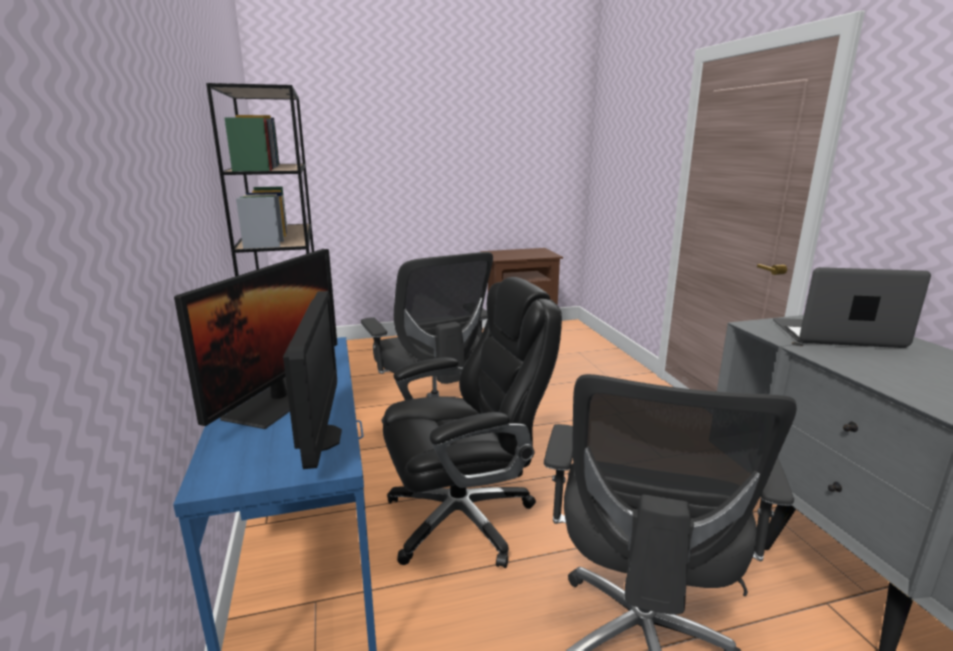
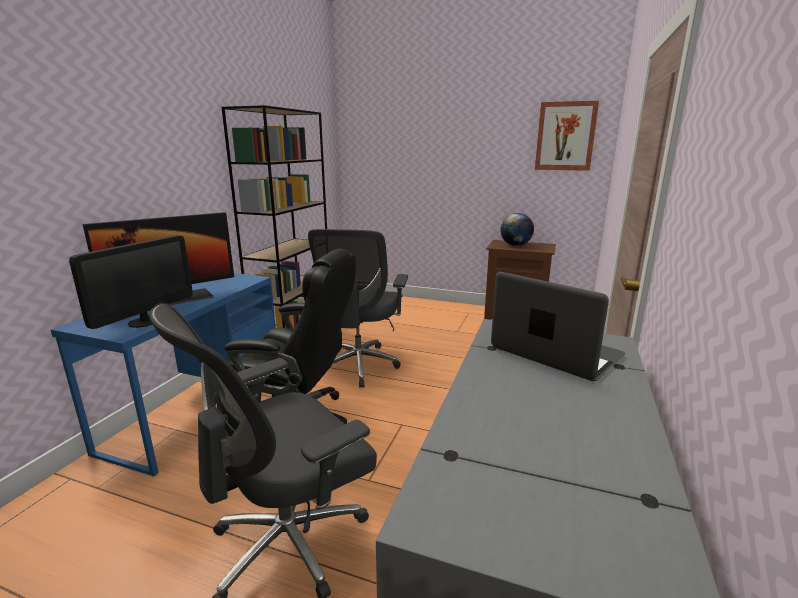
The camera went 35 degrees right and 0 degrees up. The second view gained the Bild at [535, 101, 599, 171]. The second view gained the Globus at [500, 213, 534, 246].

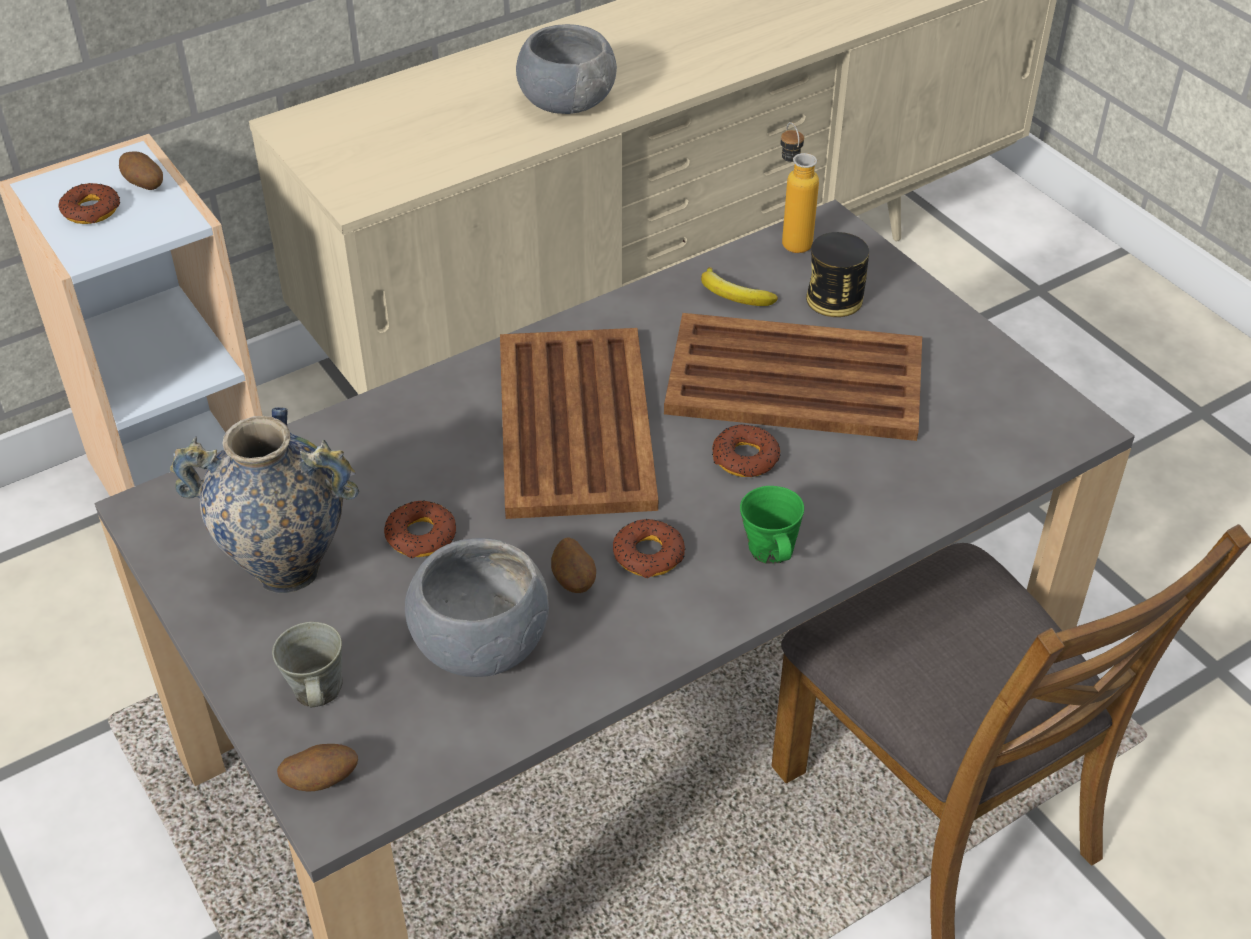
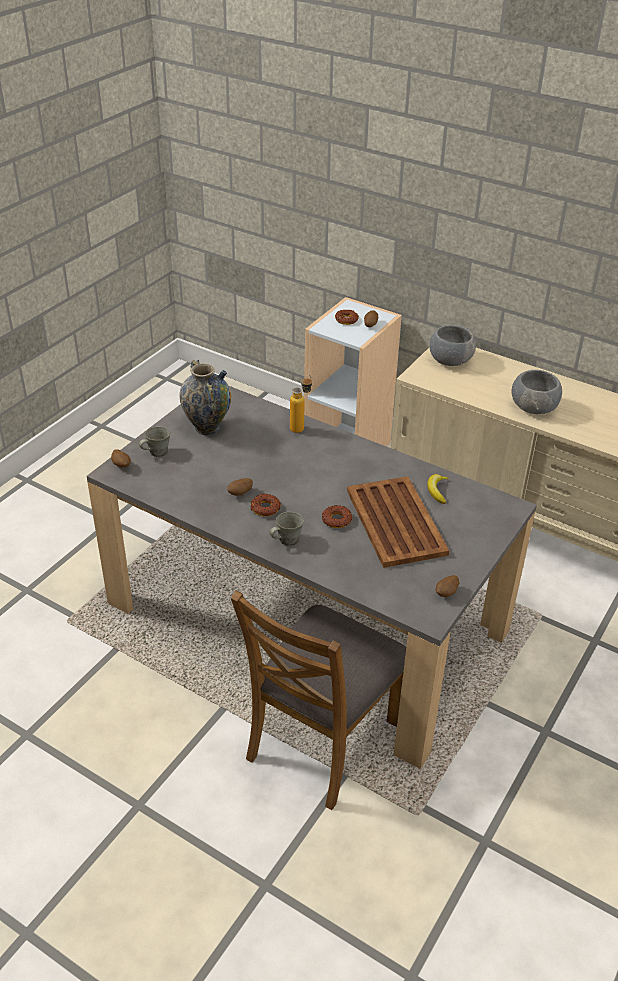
The camera went 65 degrees right and 5 degrees down. The Flasche ended up elsewhere, having gone from [781, 122, 819, 253] to [290, 375, 312, 433]. The second view lost the Dose at [806, 232, 869, 317]. The second view lost the Tablett (braun) at [500, 328, 658, 519]. What was the Henkelbecher (grün) at [740, 486, 804, 564] turned into the Henkelbecher (grau) at [269, 512, 304, 546]. The second view lost the Donut at [384, 500, 456, 558]. The Schüssel (grau) ended up elsewhere, having gone from [405, 538, 549, 677] to [429, 325, 476, 366]. The second view gained the Kartoffel at [436, 575, 459, 597].

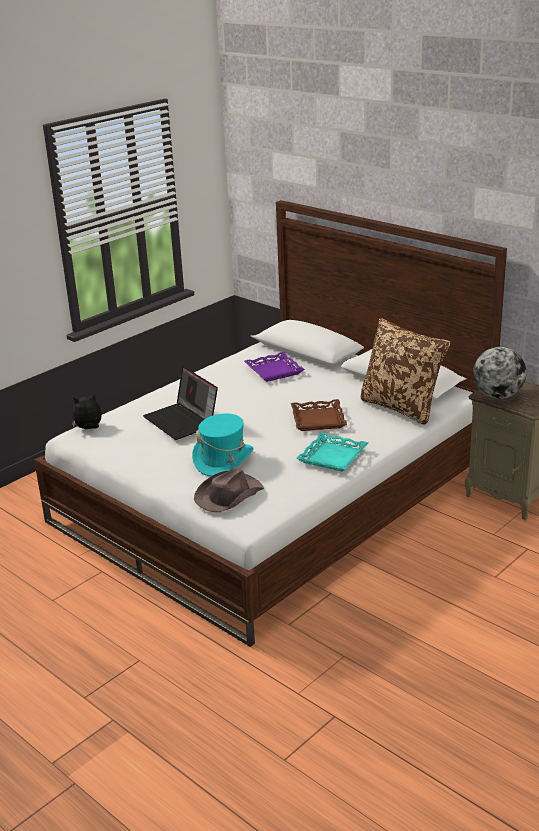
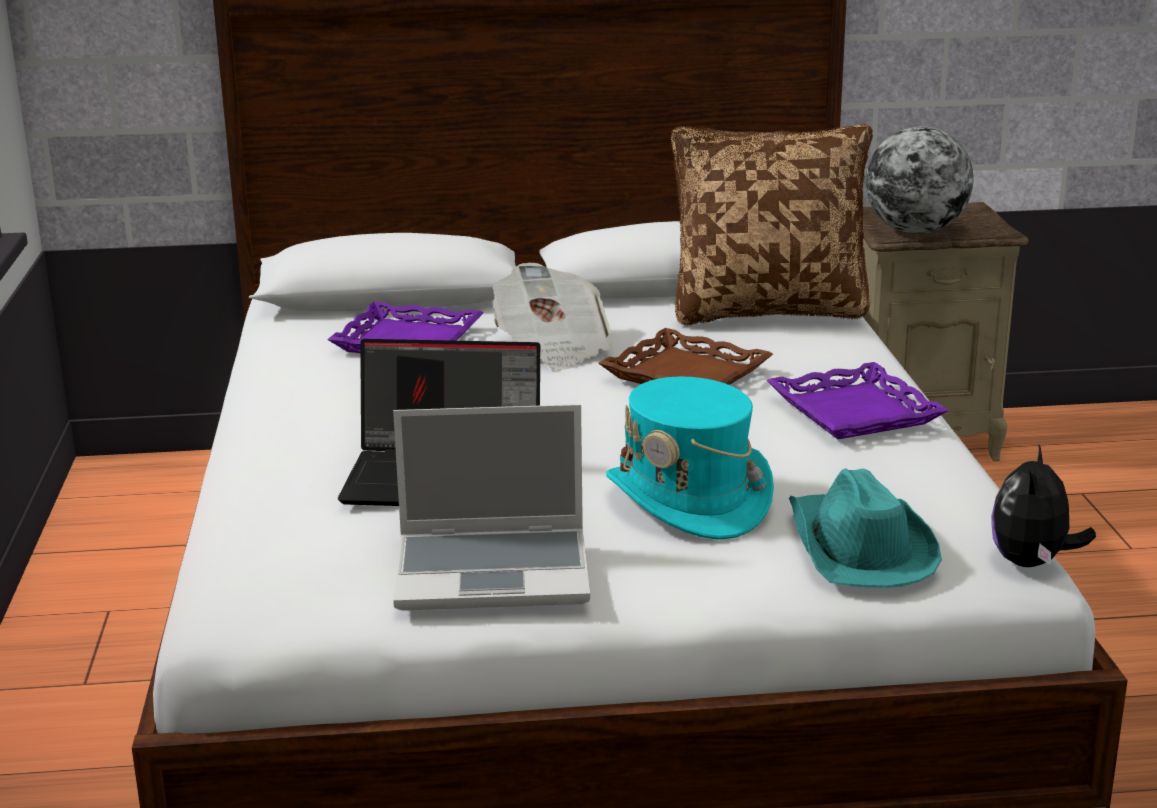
The camera went 50 degrees left and 5 degrees down. The Plüschtier ended up elsewhere, having gone from [72, 393, 102, 429] to [991, 445, 1096, 567]. What was the Tablett (türkis) at [296, 432, 368, 472] turned into the Tablett (lila) at [766, 362, 949, 439]. What was the Hut (braun) at [194, 467, 264, 512] turned into the Hut (türkis) at [789, 468, 942, 588]. The second view gained the Zeitung at [493, 263, 612, 371]. The second view gained the Laptop at [393, 404, 590, 611].

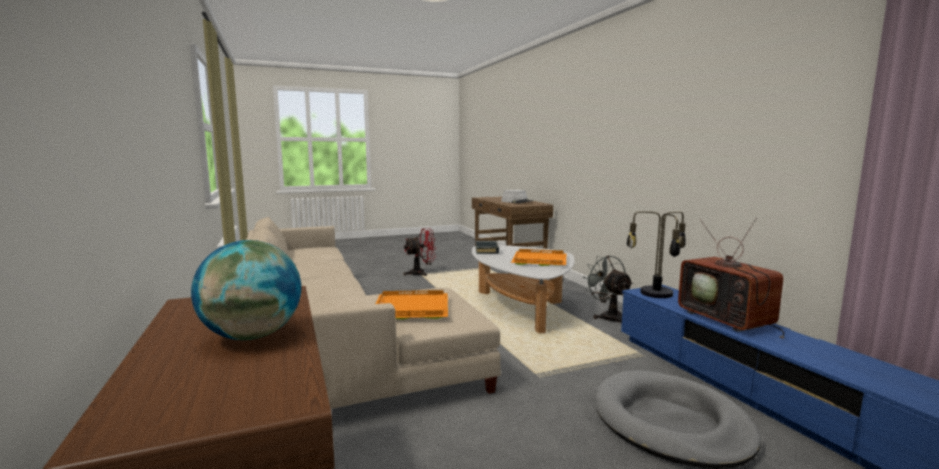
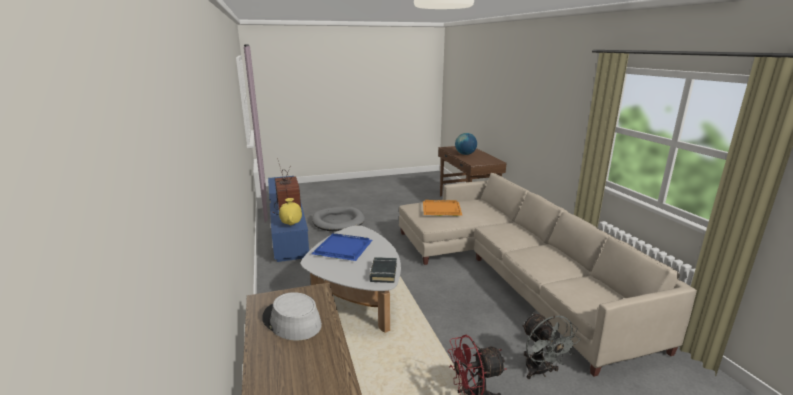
The camera went 175 degrees left and 10 degrees up. Where the Tischlampe stood at [627, 211, 686, 298], the Vase (gelb) came to stand at [279, 198, 302, 225]. What was the Tablett (orange) at [511, 249, 566, 266] turned into the Tablett (blau) at [312, 233, 373, 261]. The Ventilator (grau) ended up elsewhere, having gone from [583, 255, 633, 323] to [522, 312, 580, 379].

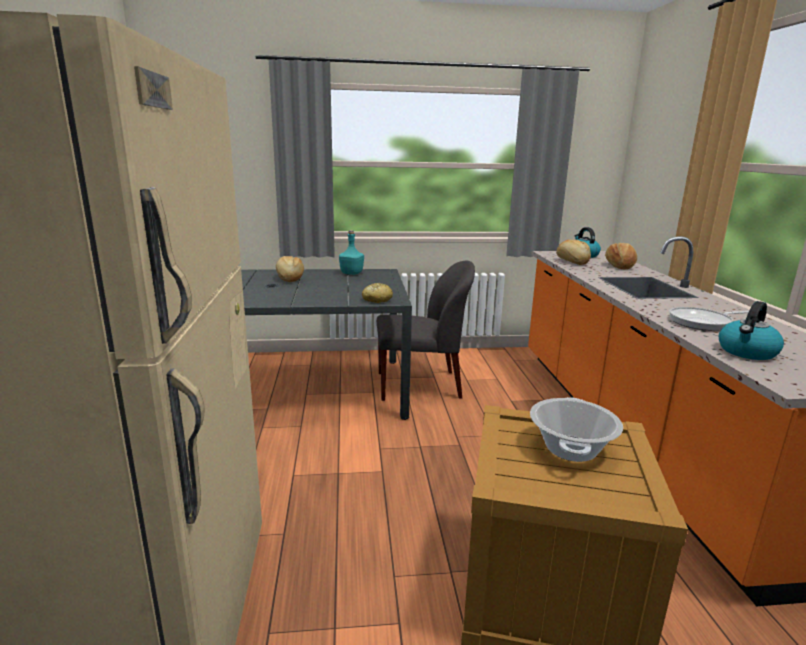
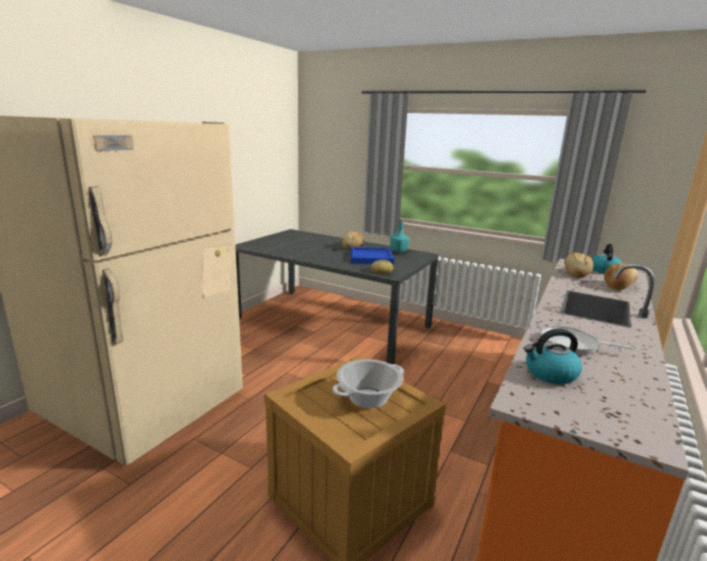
The camera went 35 degrees right and 0 degrees up. The second view lost the Stuhl (grau) at [377, 261, 475, 401]. The second view gained the Tablett (blau) at [350, 247, 394, 265].

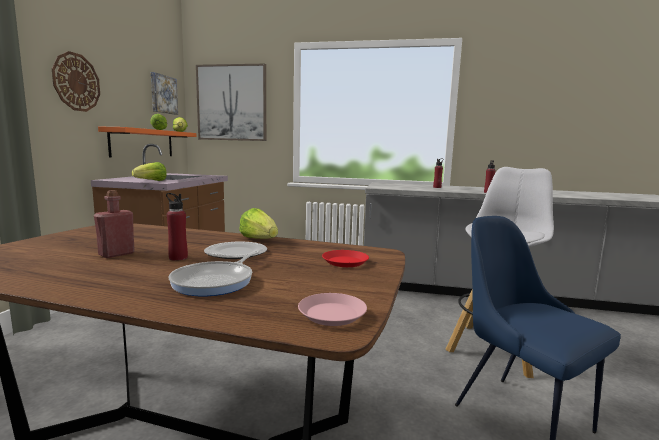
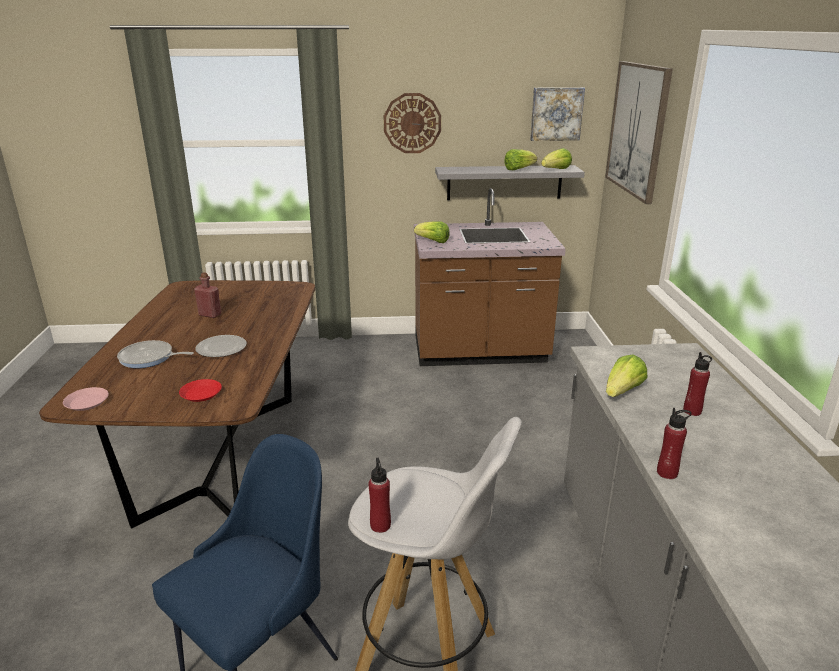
The camera went 75 degrees right and 15 degrees up. What was the Wandregal (orange) at [98, 127, 197, 157] turned into the Wandregal (grau) at [435, 165, 585, 200]. The Flasche (rot) ended up elsewhere, having gone from [166, 193, 188, 261] to [369, 458, 391, 533]. The Salatkopf ended up elsewhere, having gone from [239, 208, 278, 239] to [606, 354, 647, 397].

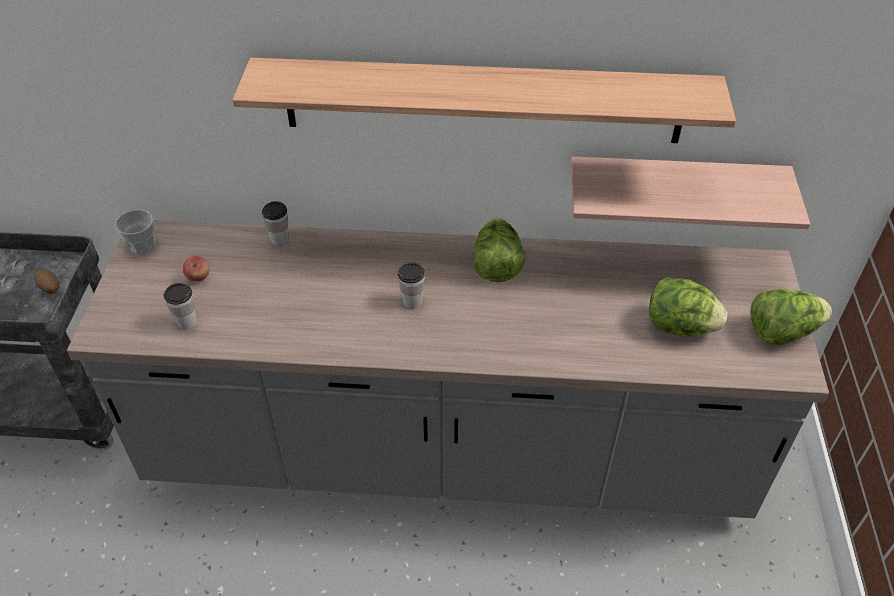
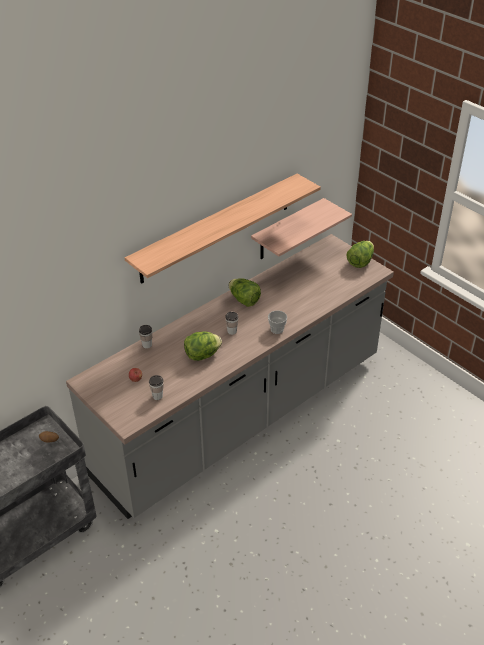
The camera went 45 degrees left and 5 degrees down. The Tasse ended up elsewhere, having gone from [115, 210, 155, 254] to [268, 310, 287, 334]. The Salatkopf ended up elsewhere, having gone from [649, 277, 727, 337] to [184, 331, 222, 361].

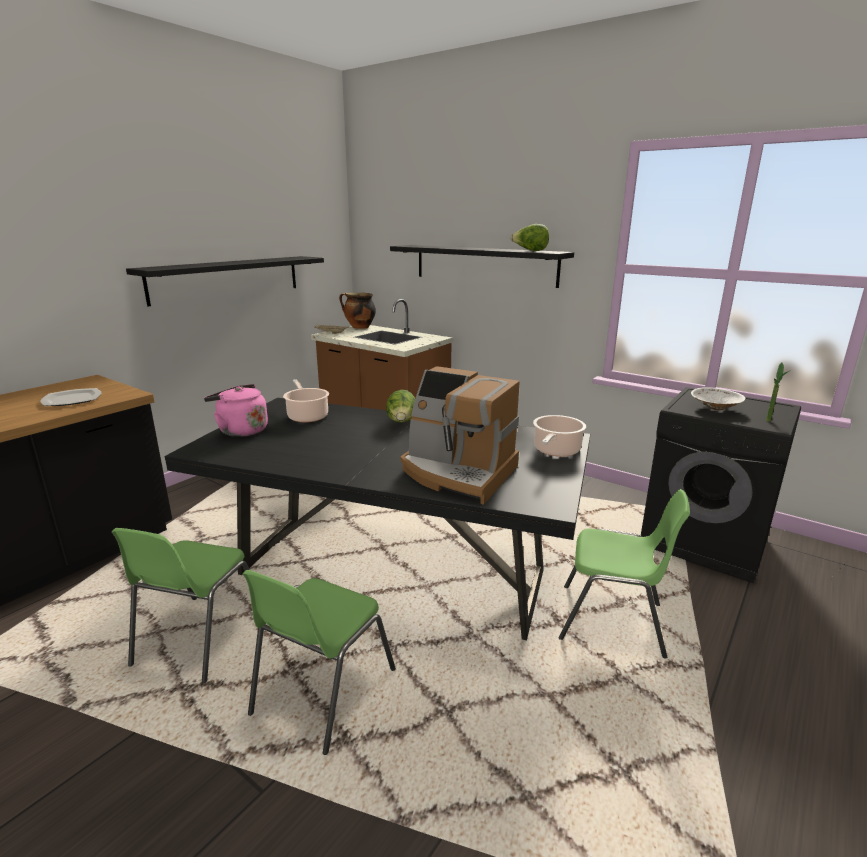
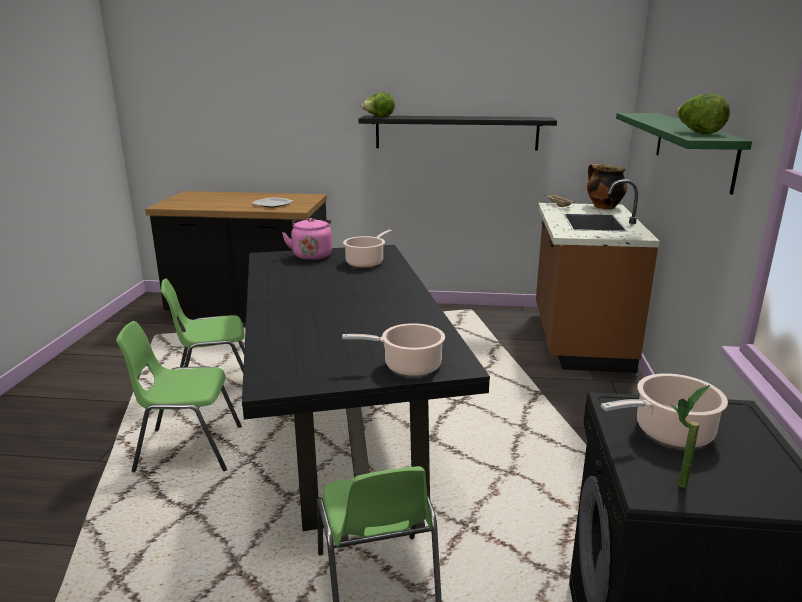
The camera went 60 degrees right and 0 degrees up. What was the Wandregal (schwarz) at [390, 245, 574, 288] turned into the Wandregal (grün) at [616, 113, 752, 195]. The second view lost the Kaffeemaschine at [400, 366, 520, 505]. Where the Schüssel (weiß) stood at [691, 387, 746, 410], the Kochtopf came to stand at [601, 373, 728, 448]. The Salatkopf ended up elsewhere, having gone from [386, 390, 415, 423] to [361, 92, 395, 117].

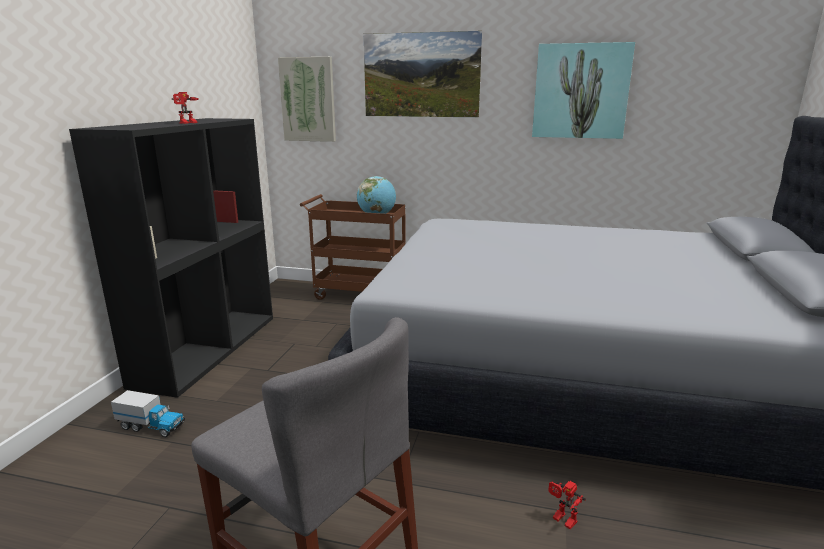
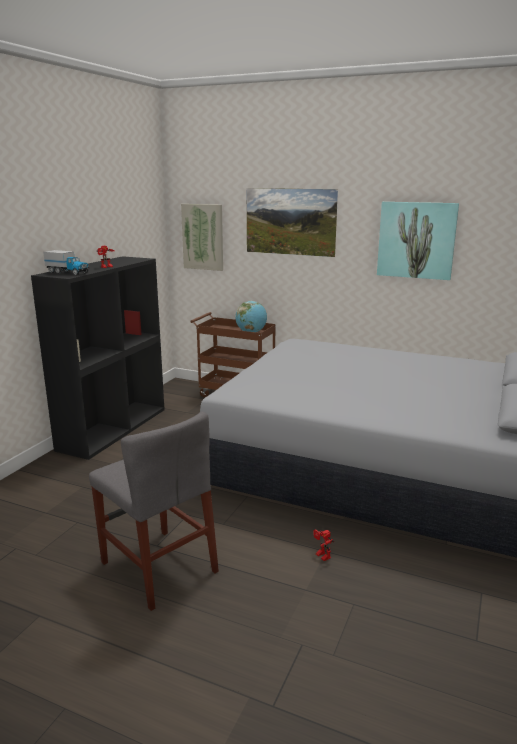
The camera went 10 degrees right and 0 degrees up. The Spielzeuglaster ended up elsewhere, having gone from [111, 390, 185, 437] to [43, 250, 89, 275].

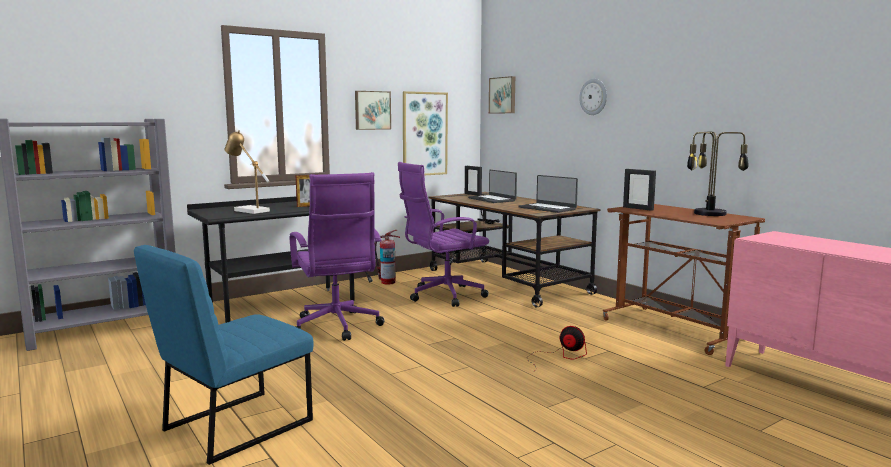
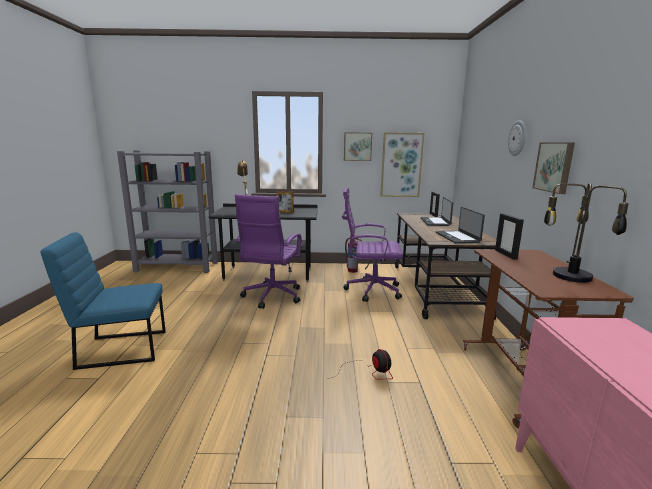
The camera went 35 degrees right and 5 degrees up. The Bild ended up elsewhere, having gone from [489, 76, 515, 114] to [532, 142, 575, 194].

